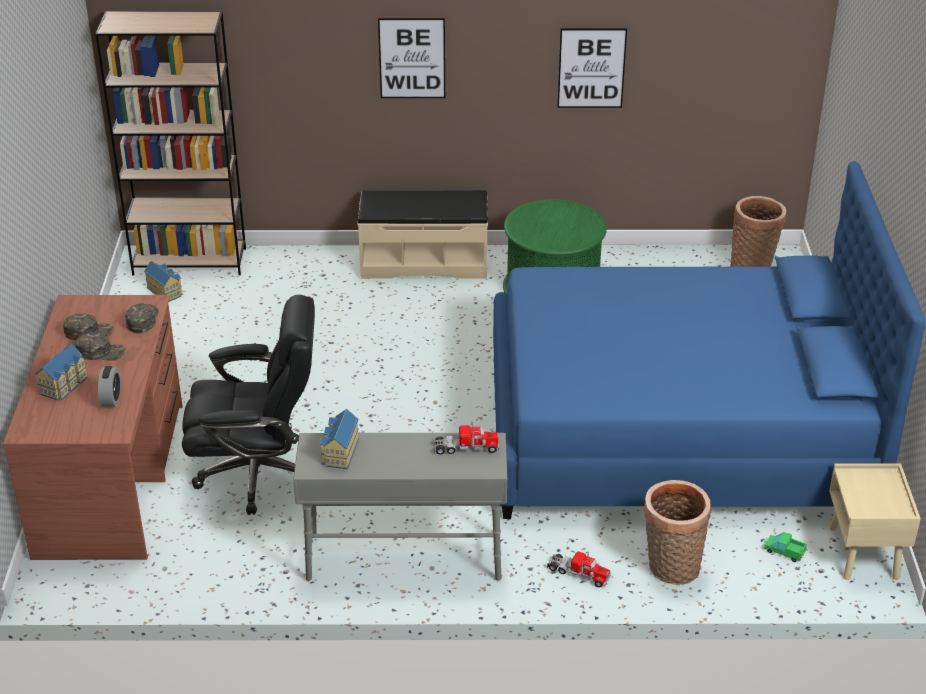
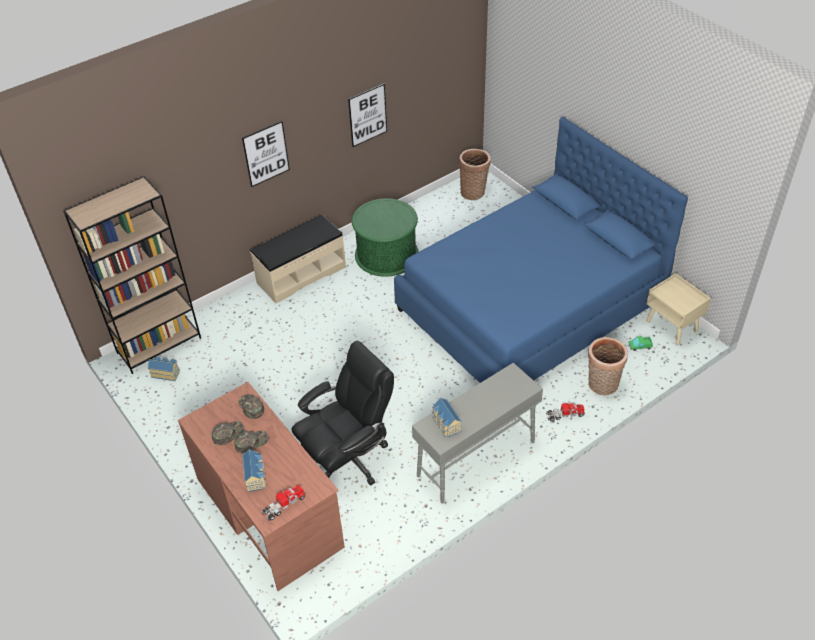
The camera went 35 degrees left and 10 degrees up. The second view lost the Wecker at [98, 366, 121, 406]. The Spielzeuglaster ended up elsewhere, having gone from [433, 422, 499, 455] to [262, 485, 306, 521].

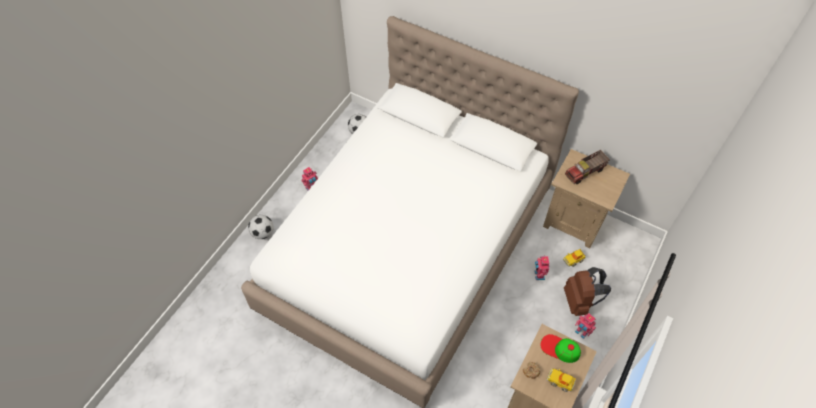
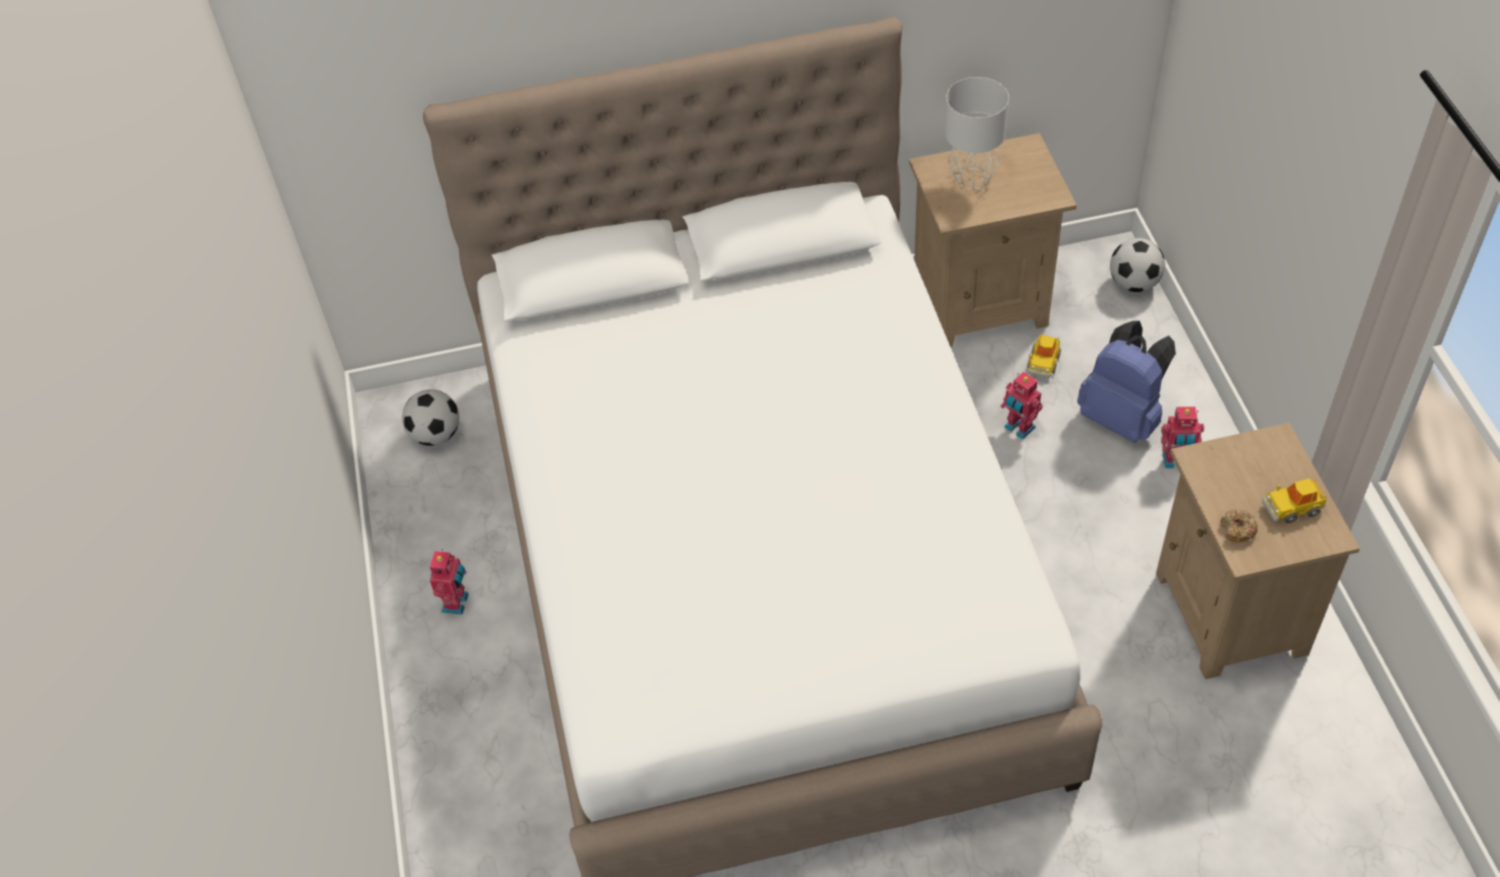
The camera went 40 degrees left and 5 degrees down. Where the Spielzeuglaster stood at [565, 150, 610, 184], the Tischlampe (grau) came to stand at [945, 77, 1009, 189]. The Fußball ended up elsewhere, having gone from [248, 215, 273, 239] to [1110, 238, 1165, 292]. What was the Rucksack (braun) at [564, 267, 611, 316] turned into the Rucksack (blau) at [1077, 321, 1176, 443]. The second view lost the Kappe at [541, 334, 581, 363].

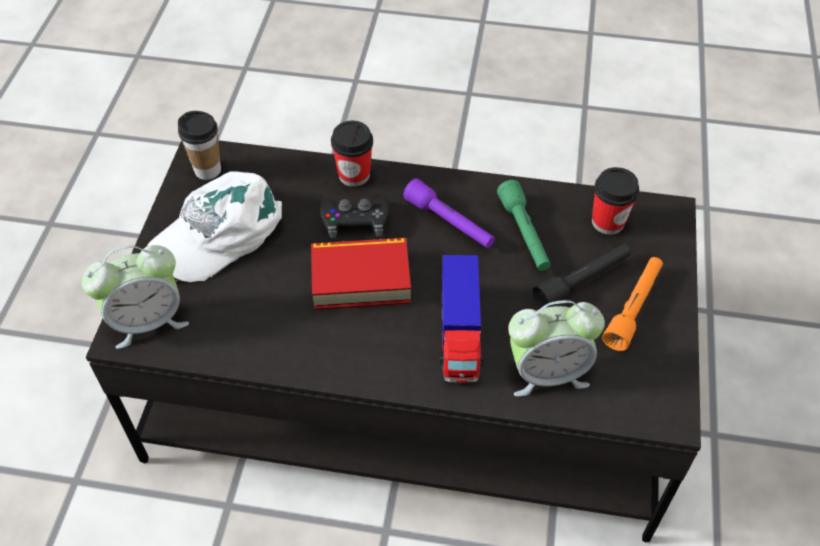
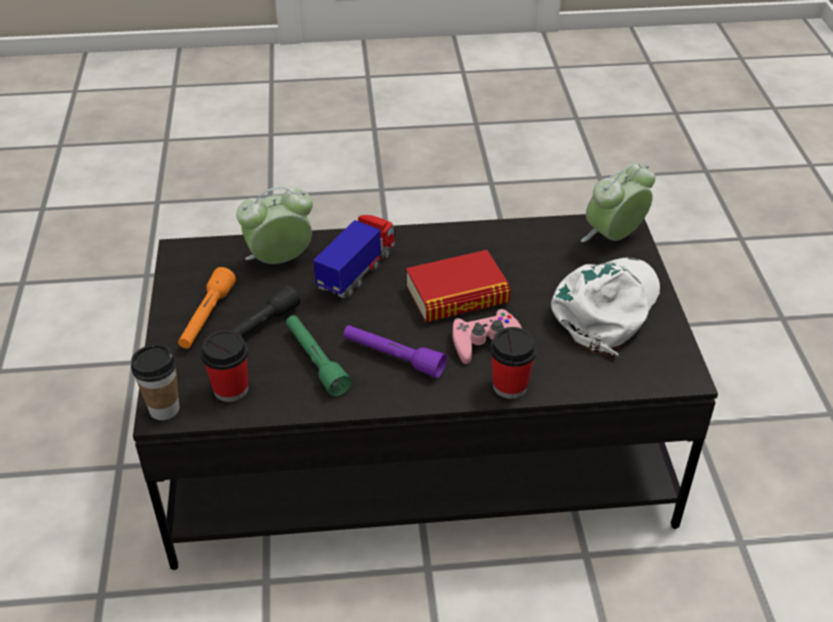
The camera went 165 degrees right and 10 degrees down. The Tasse ended up elsewhere, having gone from [178, 111, 221, 180] to [131, 344, 179, 420]. What was the Gamepad (schwarz) at [320, 196, 390, 238] turned into the Gamepad (rosa) at [453, 309, 522, 364]. The Spielzeuglaster at [440, 255, 485, 383] ended up facing another way, 45 degrees clockwise from before.

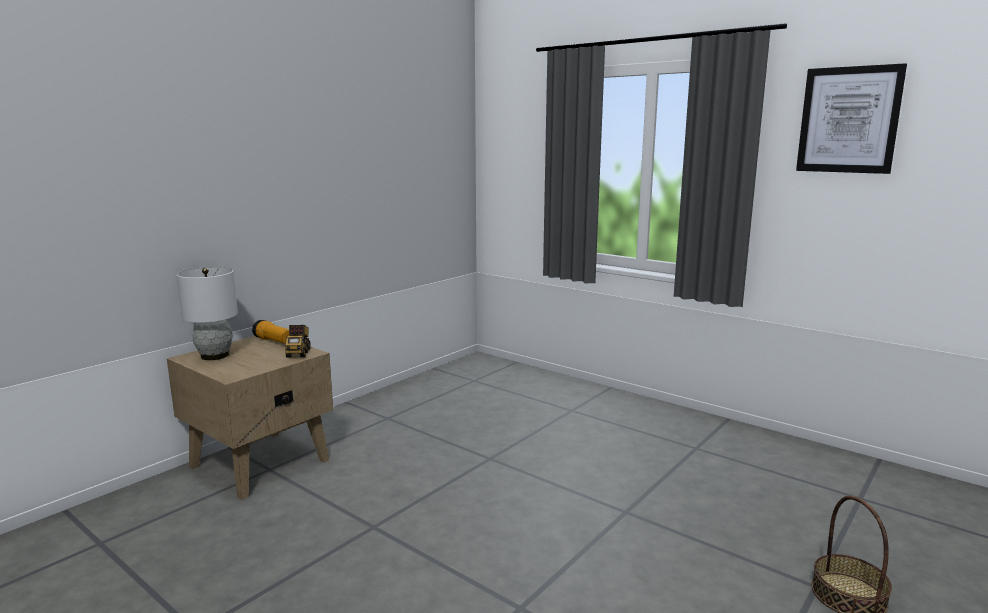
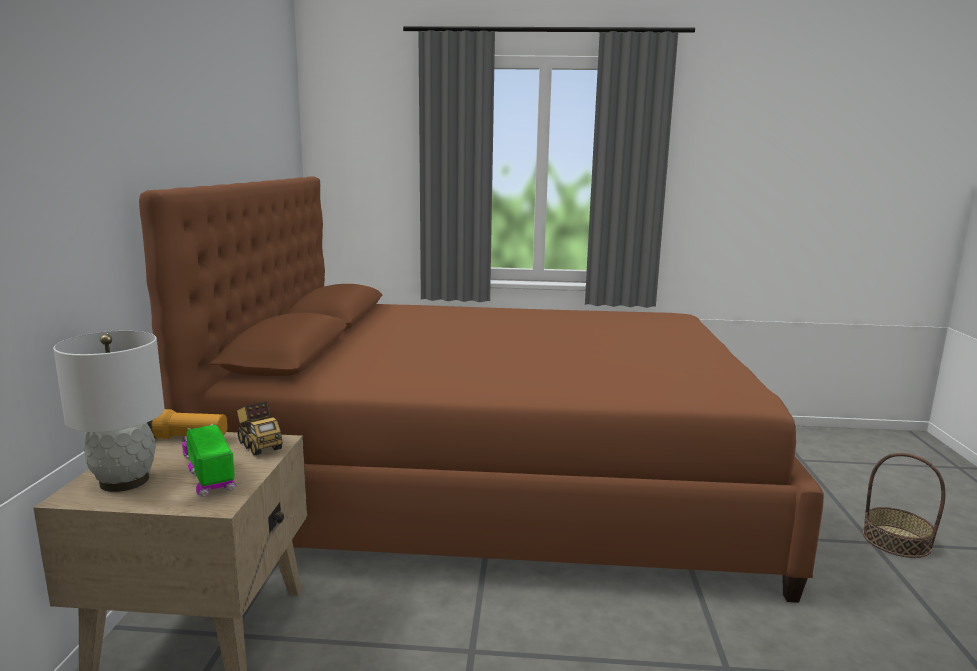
The camera went 35 degrees left and 0 degrees up. The second view lost the Bild at [796, 63, 907, 174]. The second view gained the Bett (braun) at [139, 176, 824, 603]. The second view gained the Spielzeuglaster at [182, 424, 236, 497].

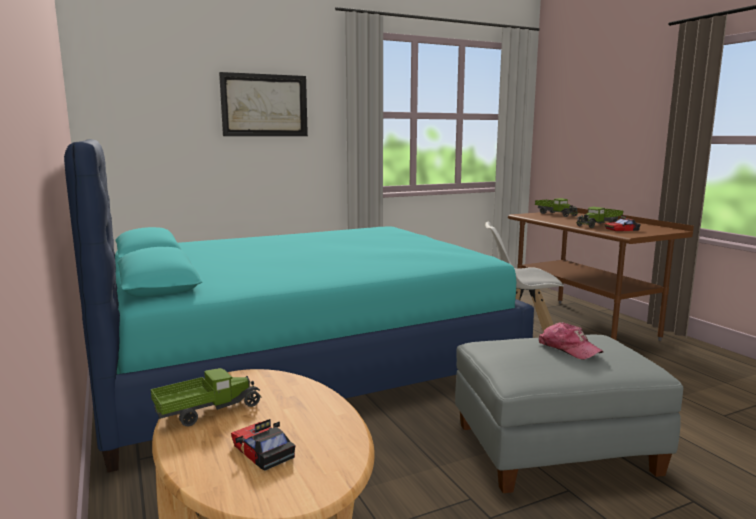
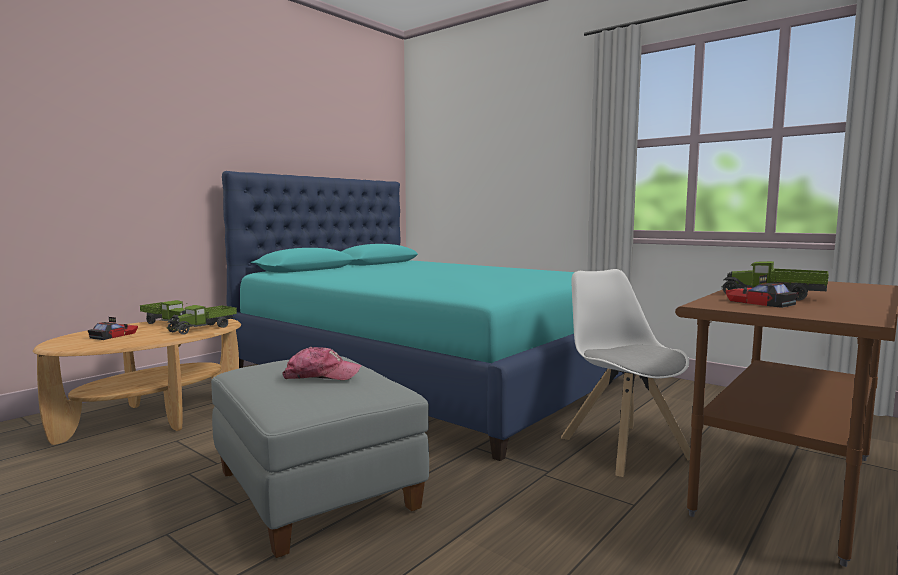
The camera went 65 degrees right and 5 degrees down. The second view lost the Bild at [219, 72, 308, 136]. The Spielzeuglaster ended up elsewhere, having gone from [535, 198, 578, 217] to [167, 305, 237, 335]. The Kappe at [539, 322, 604, 360] ended up facing another way, 120 degrees counterclockwise from before.

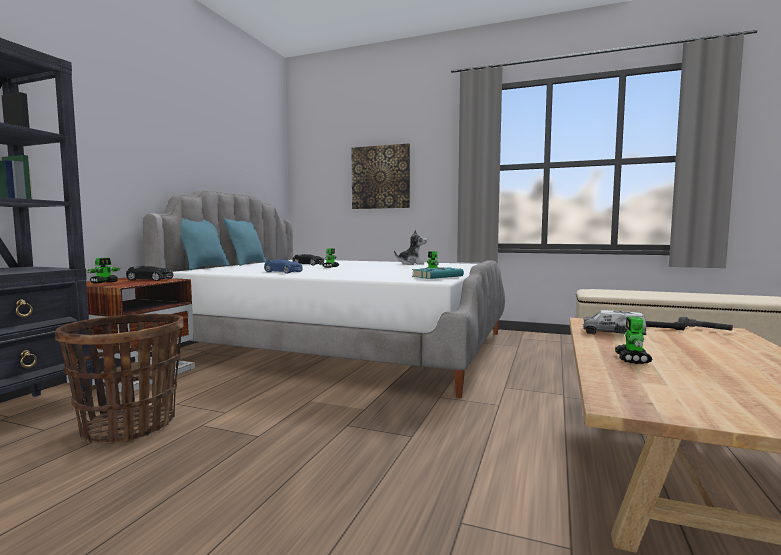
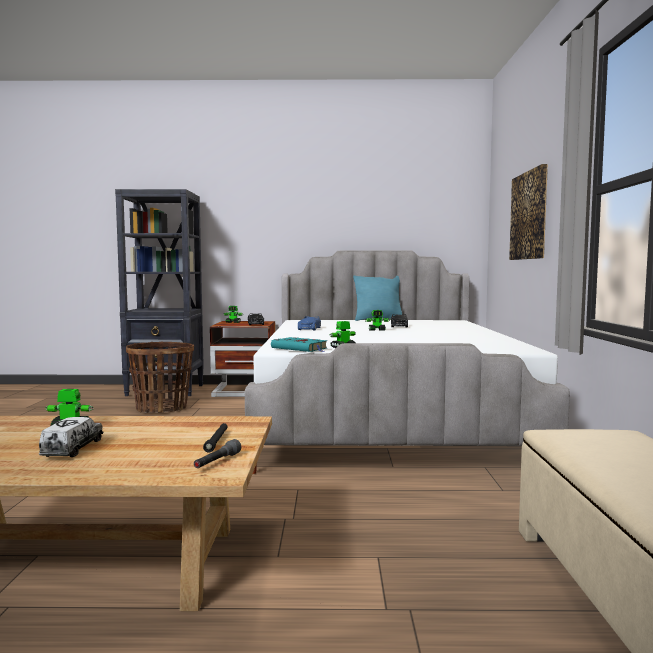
The camera went 70 degrees right and 0 degrees up. The second view lost the Kissen (türkis) at [181, 218, 230, 270]. The second view lost the Plüschtier at [394, 230, 427, 265]. The Spielzeuglaster ended up elsewhere, having gone from [583, 310, 647, 335] to [39, 417, 103, 457].

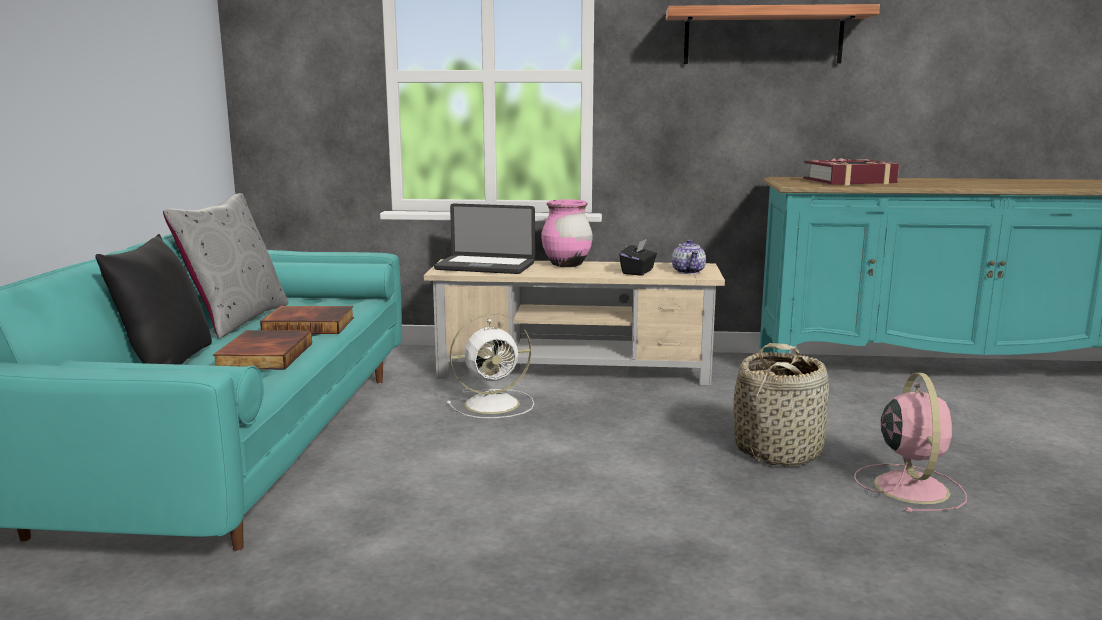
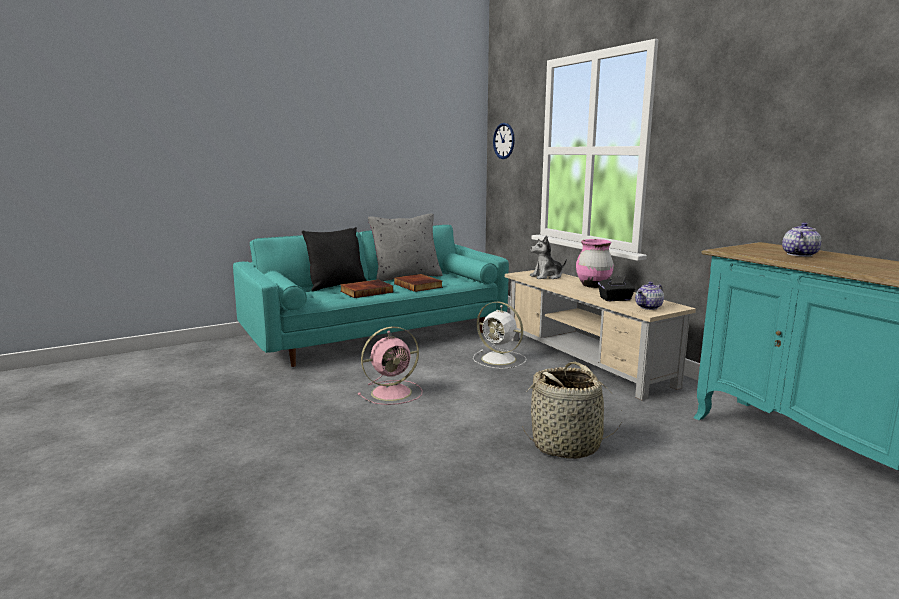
The camera went 55 degrees right and 0 degrees up. The second view lost the Wandregal at [666, 4, 880, 64]. Where the Buch stood at [803, 158, 899, 185], the Teekanne came to stand at [782, 222, 822, 257]. Where the Laptop stood at [434, 203, 535, 274], the Plüschtier came to stand at [530, 235, 567, 279]. The Ventilator (rosa) ended up elsewhere, having gone from [854, 373, 967, 512] to [358, 326, 422, 405]. The second view gained the Wanduhr at [493, 123, 515, 159].

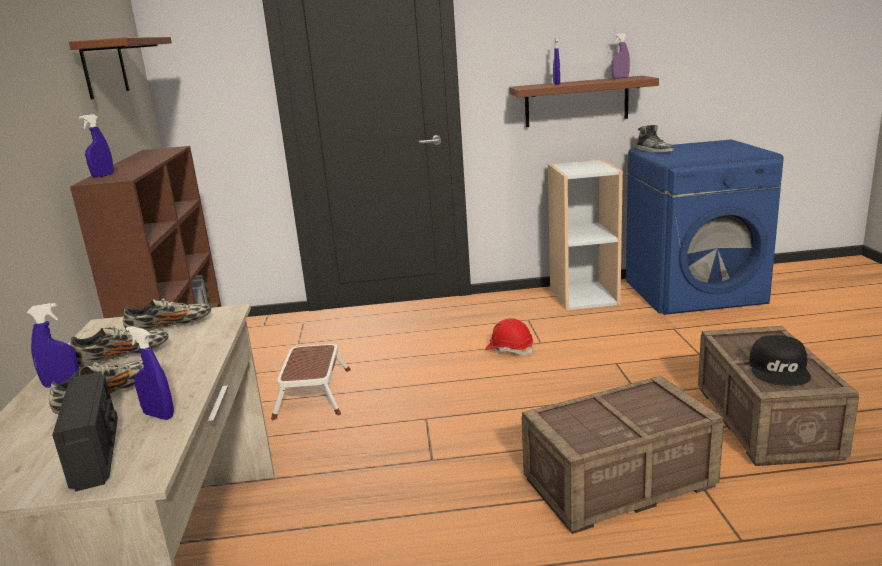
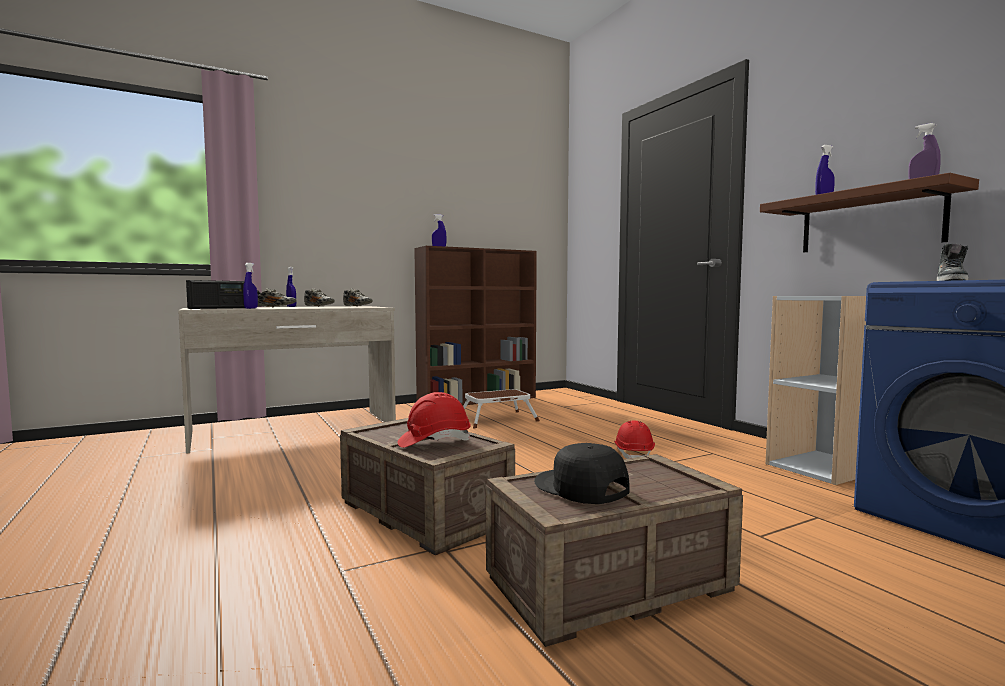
The camera went 65 degrees right and 15 degrees down. The second view lost the Wandregal (braun) at [69, 37, 172, 99]. The Kappe (schwarz) at [749, 335, 811, 386] ended up facing another way, 60 degrees clockwise from before. The second view gained the Schutzhelm (rot) at [397, 392, 471, 448].

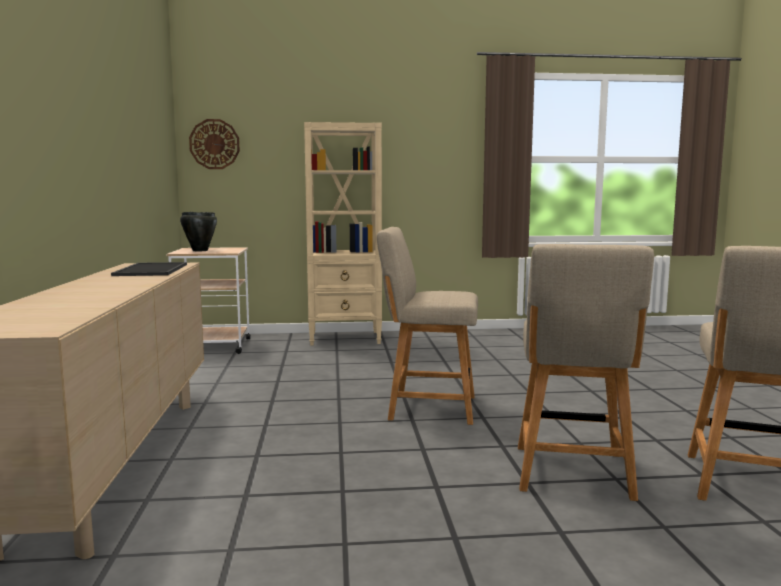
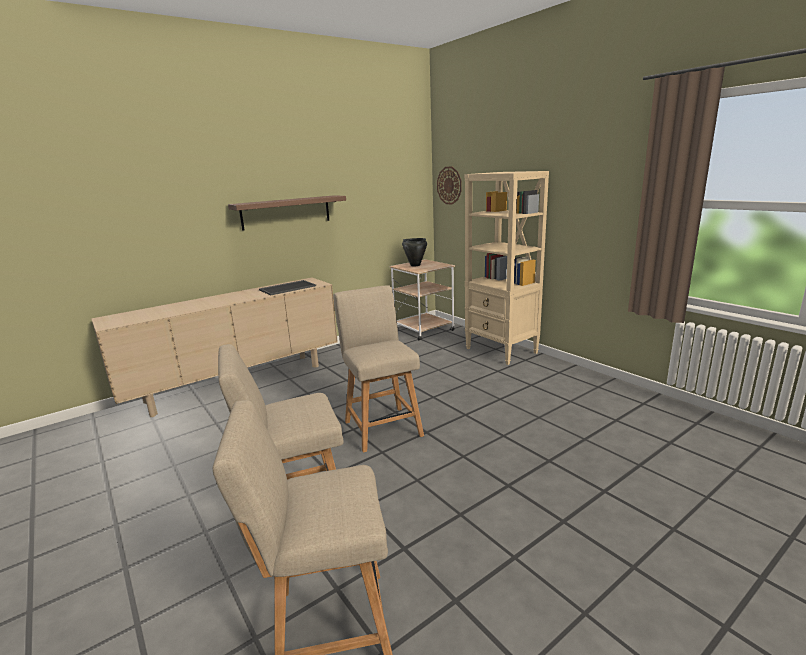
The camera went 60 degrees right and 10 degrees up. The second view gained the Wandregal at [228, 195, 346, 231].

